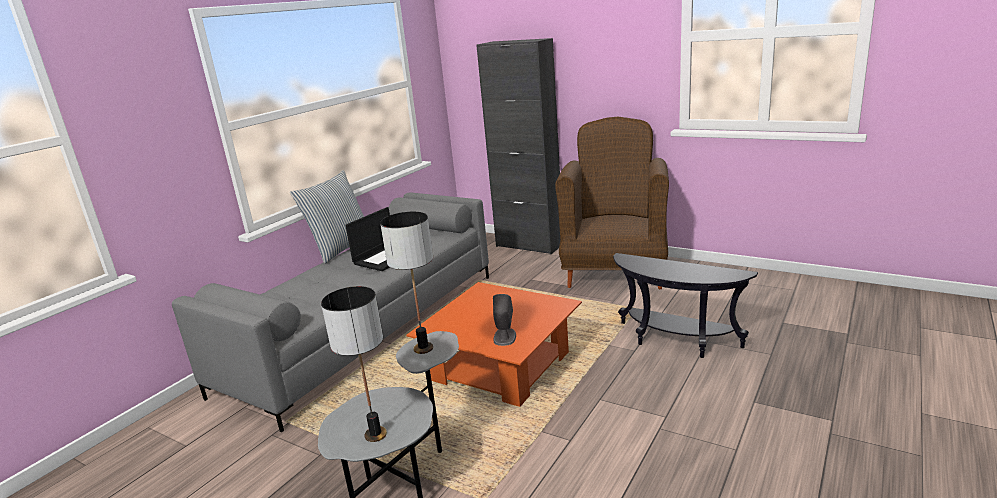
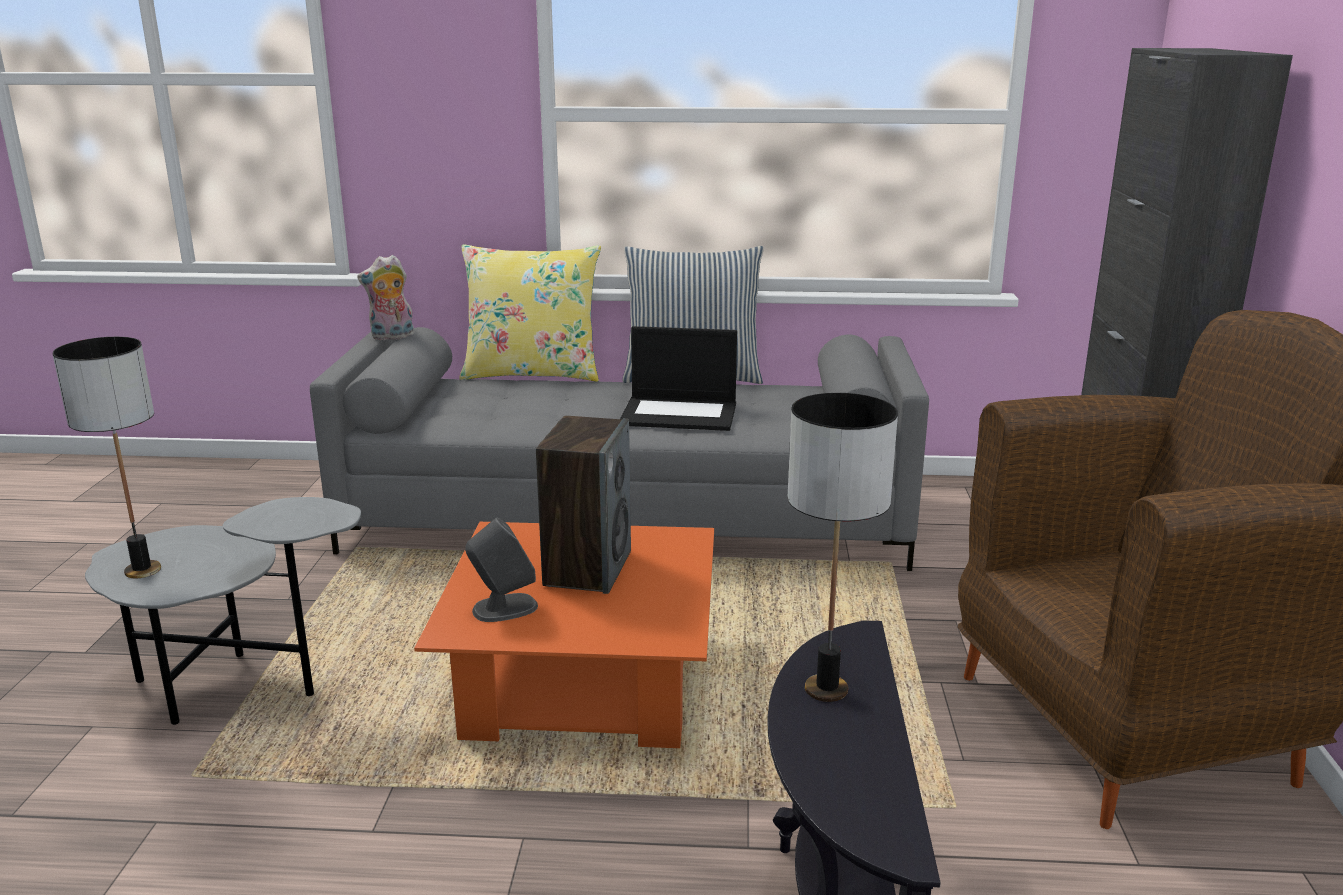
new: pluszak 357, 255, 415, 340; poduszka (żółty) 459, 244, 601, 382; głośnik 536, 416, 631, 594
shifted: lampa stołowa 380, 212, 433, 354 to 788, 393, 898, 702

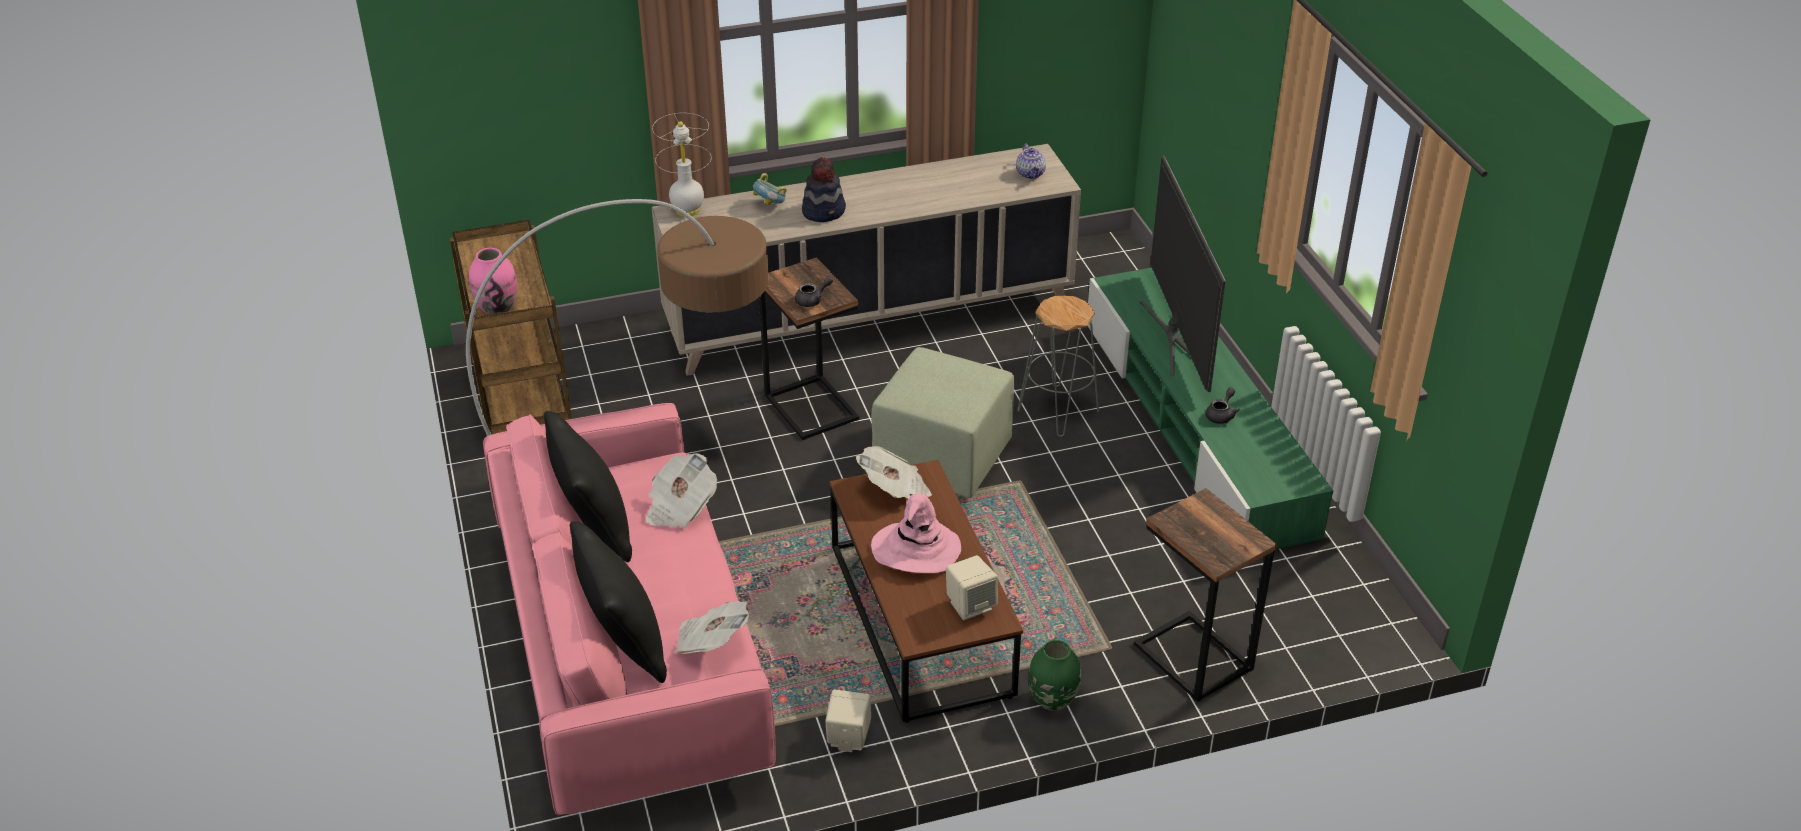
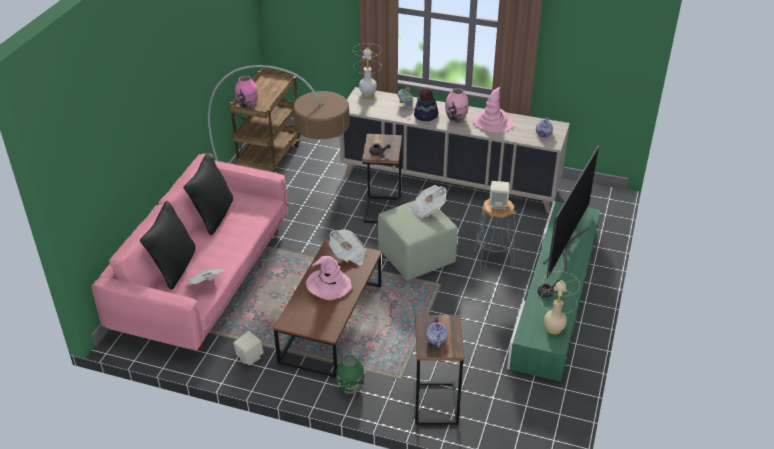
new: imbryk 426, 316, 448, 348; wazon (różowy) 445, 88, 469, 123; kapelusz (różowy) 472, 87, 513, 132; lampa stołowa (beżowy) 540, 271, 580, 334
shifted: gazeta 645, 453, 717, 529 to 408, 185, 447, 218; głośnik (beżowy) 946, 555, 998, 620 to 489, 181, 509, 210

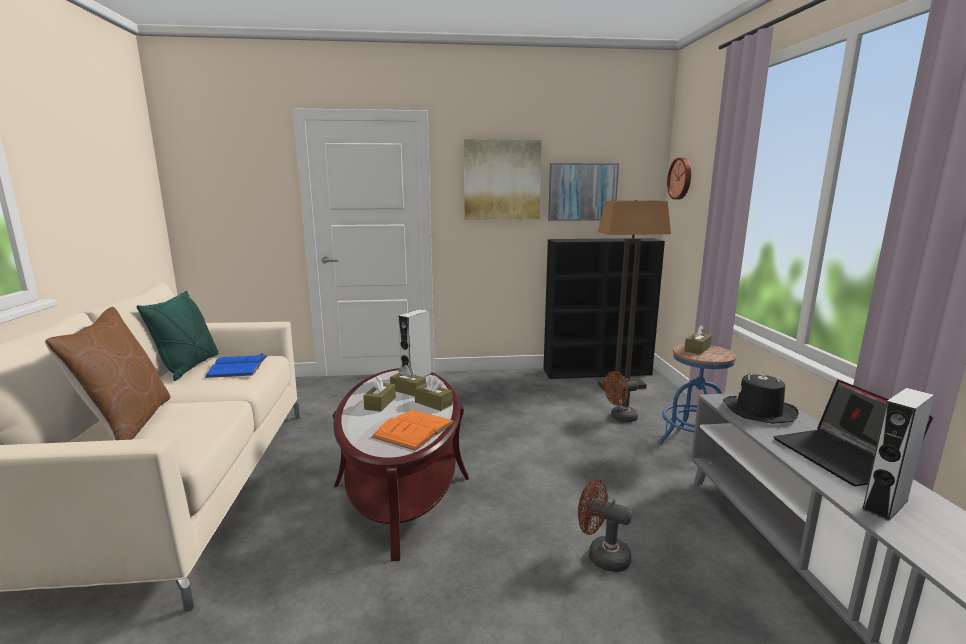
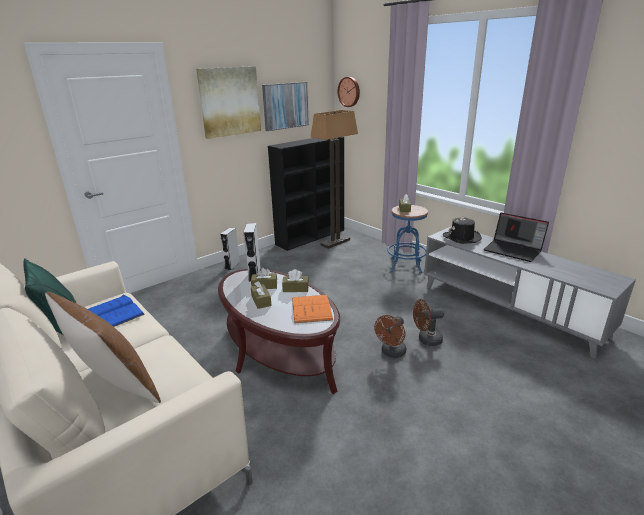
shifted: wentylator (brązowy) 604, 371, 638, 422 to 374, 315, 406, 358; głośnik (szary) 861, 388, 934, 521 to 220, 227, 240, 270

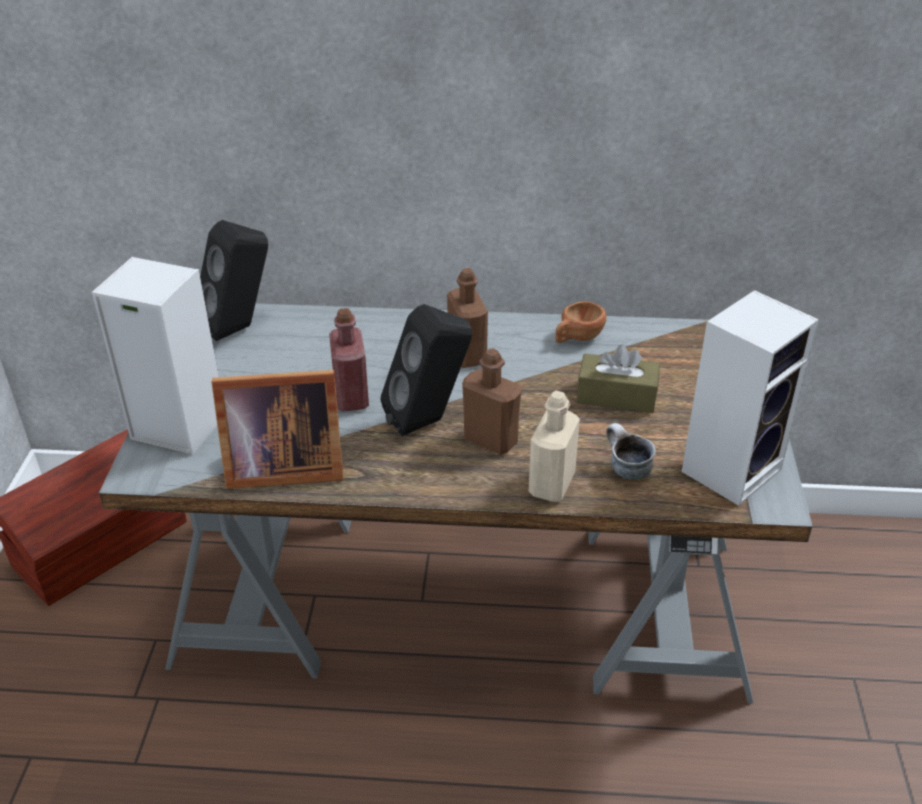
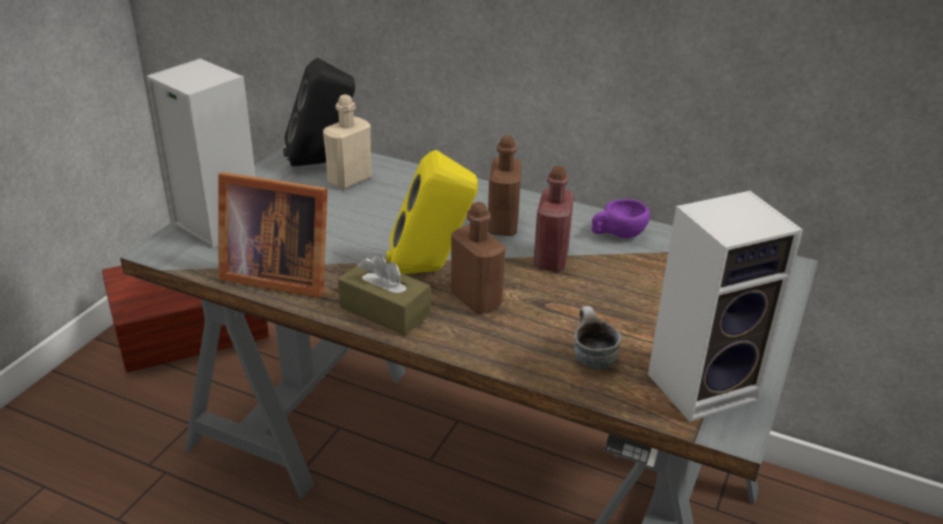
shifted: butelka (czerwony) 329, 308, 369, 411 to 533, 166, 574, 271; butelka (beżowy) 528, 391, 580, 502 to 323, 94, 372, 189; pudełko chusteczek (brązowy) 577, 344, 660, 413 to 338, 253, 431, 336
repainted: głośnik (czarny) 381, 304, 472, 436 to głośnik (żółty) 386, 150, 478, 274; filiżanka (brązowy) 555, 301, 607, 343 to filiżanka (fioletowy) 591, 199, 650, 238

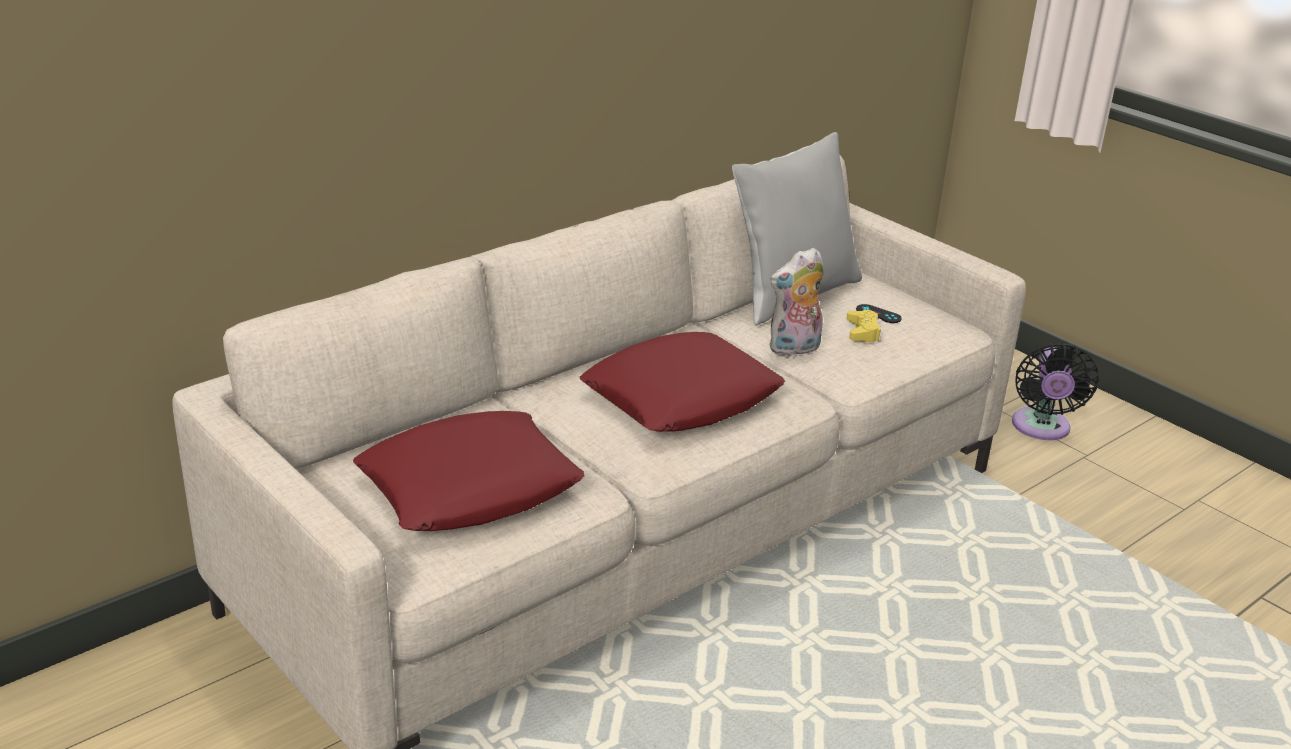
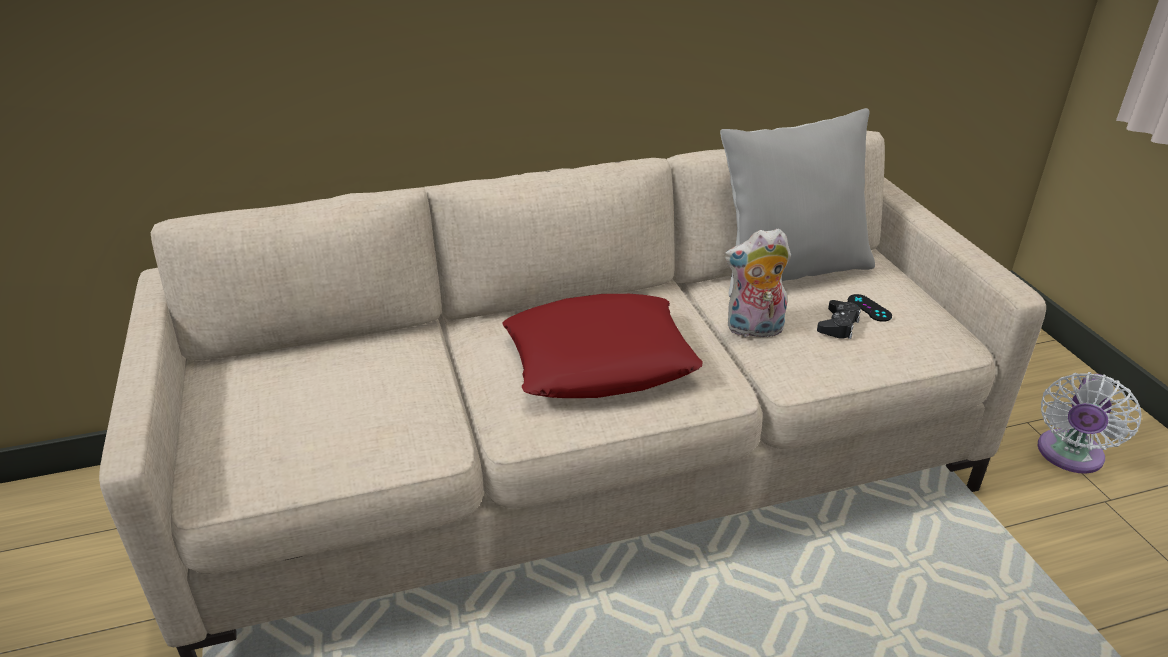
gone: poduszka (czerwony) 353, 411, 585, 531
repainted: pad do gier (żółty) 847, 310, 881, 342 to pad do gier (czarny) 817, 300, 861, 339; wentylator (czarny) 1012, 343, 1098, 440 to wentylator (biały) 1038, 372, 1141, 474

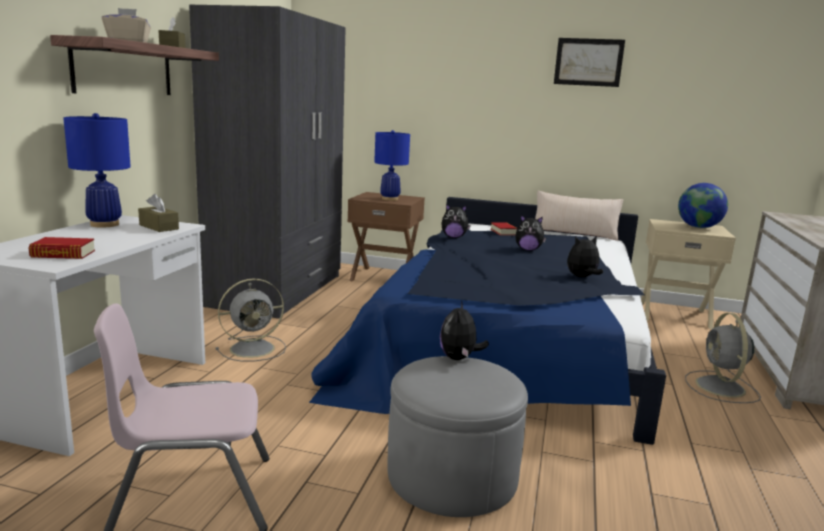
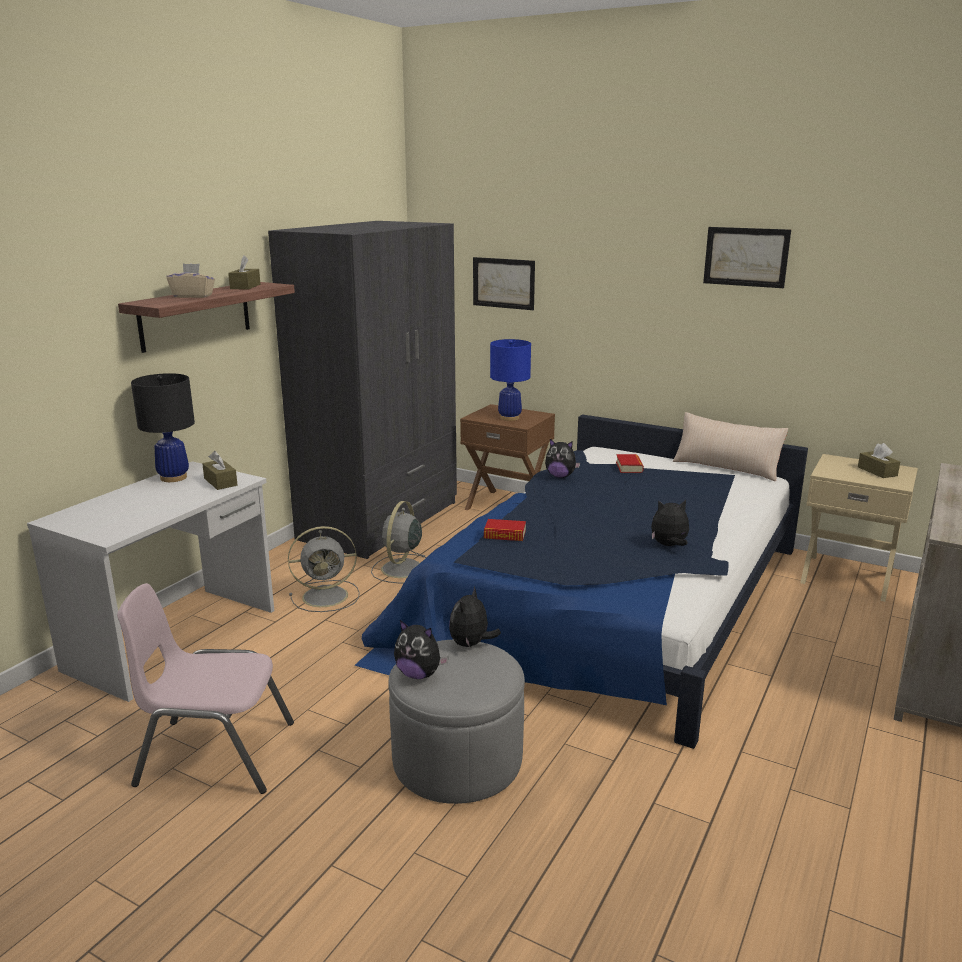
new: obraz 473, 257, 535, 310
shifted: książka 28, 237, 95, 259 to 484, 519, 526, 541; pluszak 515, 215, 546, 251 to 394, 620, 449, 679; wentylator (szary) 685, 313, 761, 403 to 371, 501, 426, 583
swapped: globus 678, 183, 728, 228 to pudełko chusteczek (brązowy) 858, 443, 900, 478
repainted: lampa stołowa (niebieski) 63, 113, 131, 228 to lampa stołowa (czarny) 131, 373, 195, 482

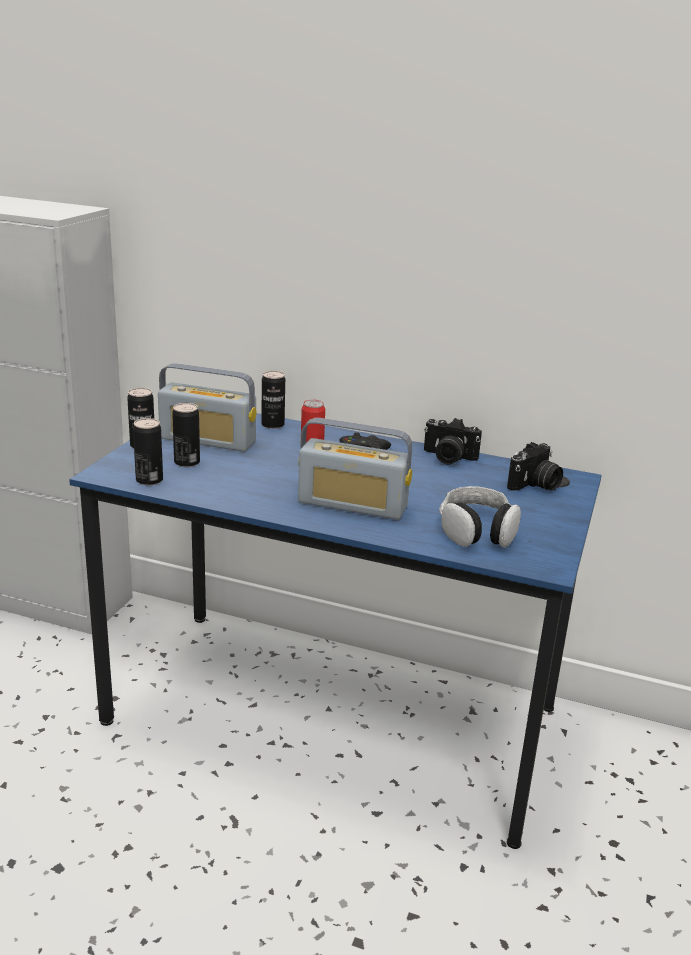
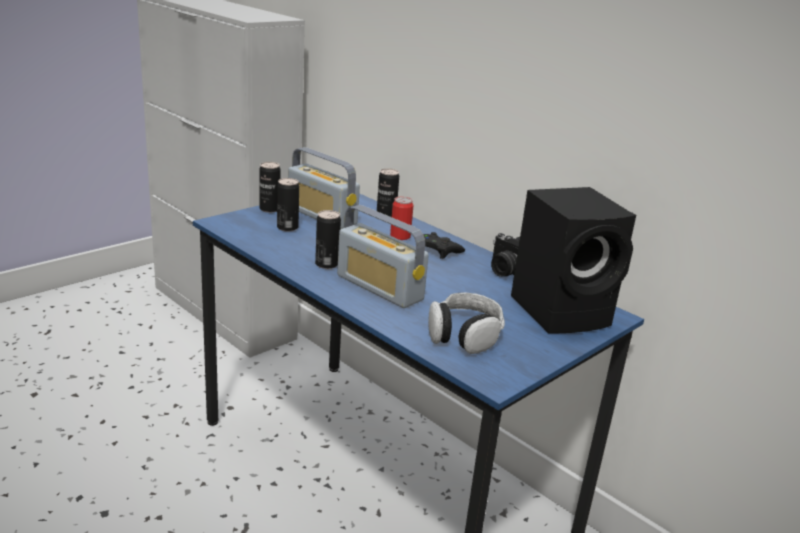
shifted: puszka 133, 418, 163, 485 to 315, 210, 341, 269
swapped: aparat fotograficzny 507, 442, 563, 491 to głośnik (czarny) 511, 187, 636, 333

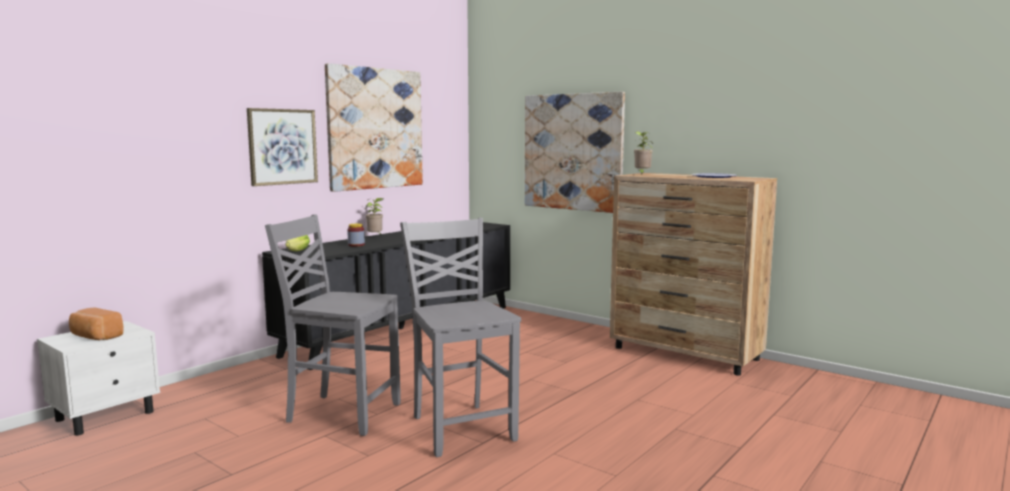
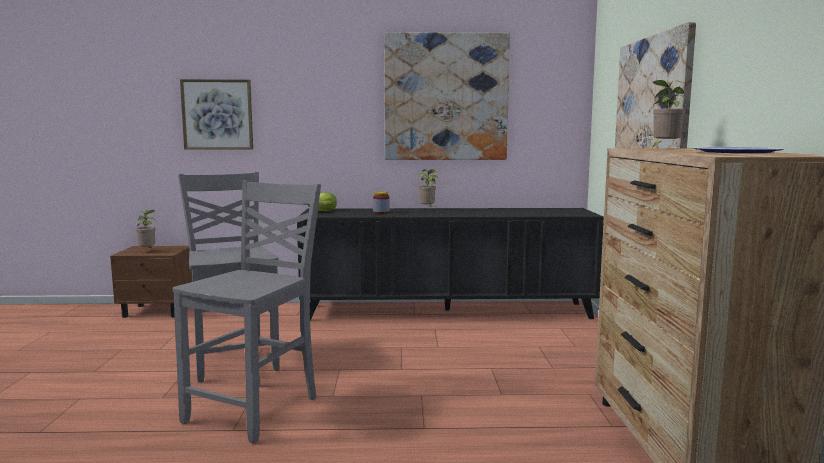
shifted: obraz 247, 108, 318, 186 to 180, 79, 253, 150
swapped: chleb 69, 307, 123, 340 to roślina doniczkowa 136, 210, 155, 249
repainted: szafka nocna (biały) 37, 321, 160, 436 to szafka nocna (brązowy) 110, 246, 192, 318

